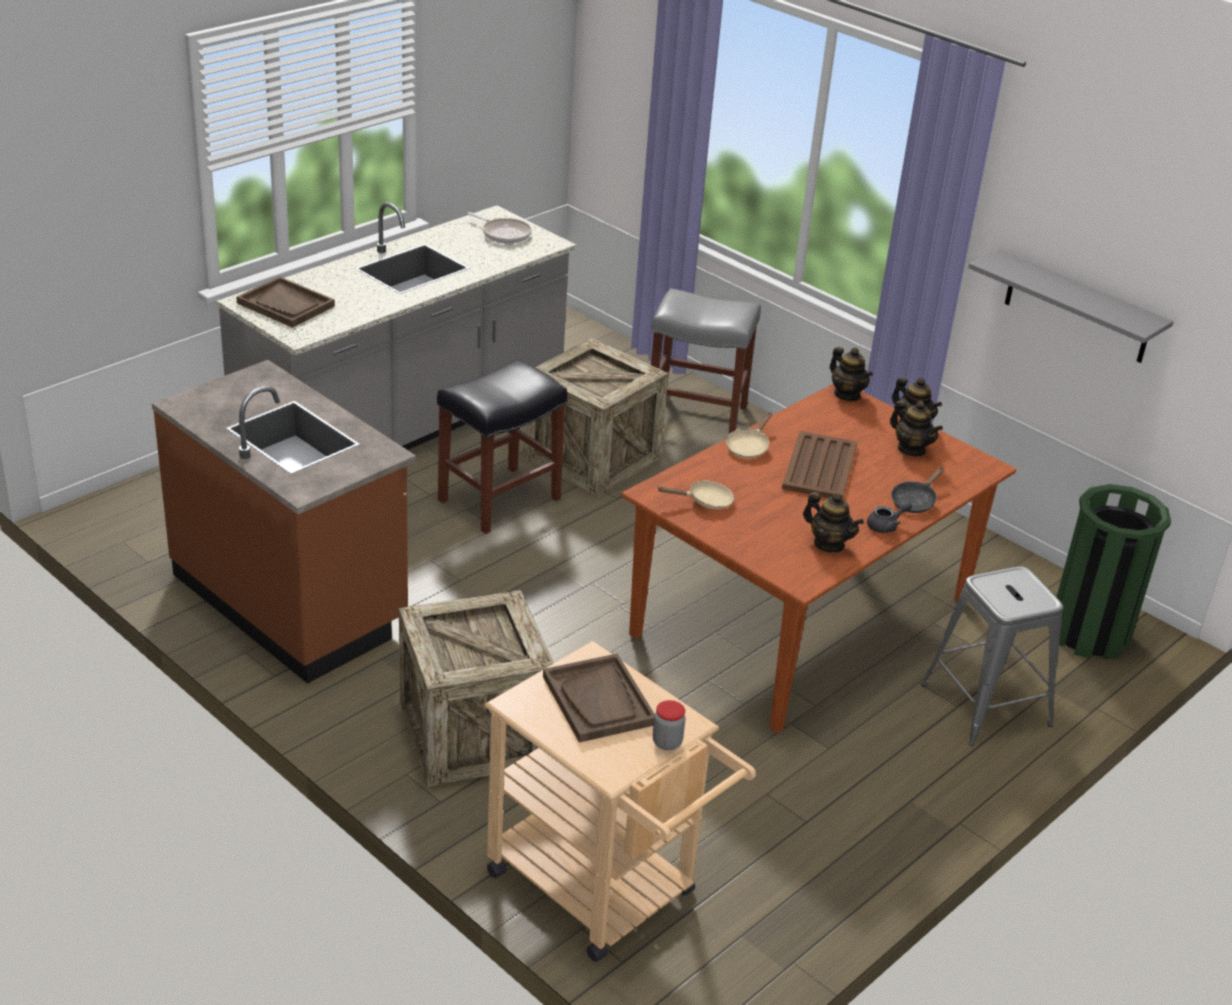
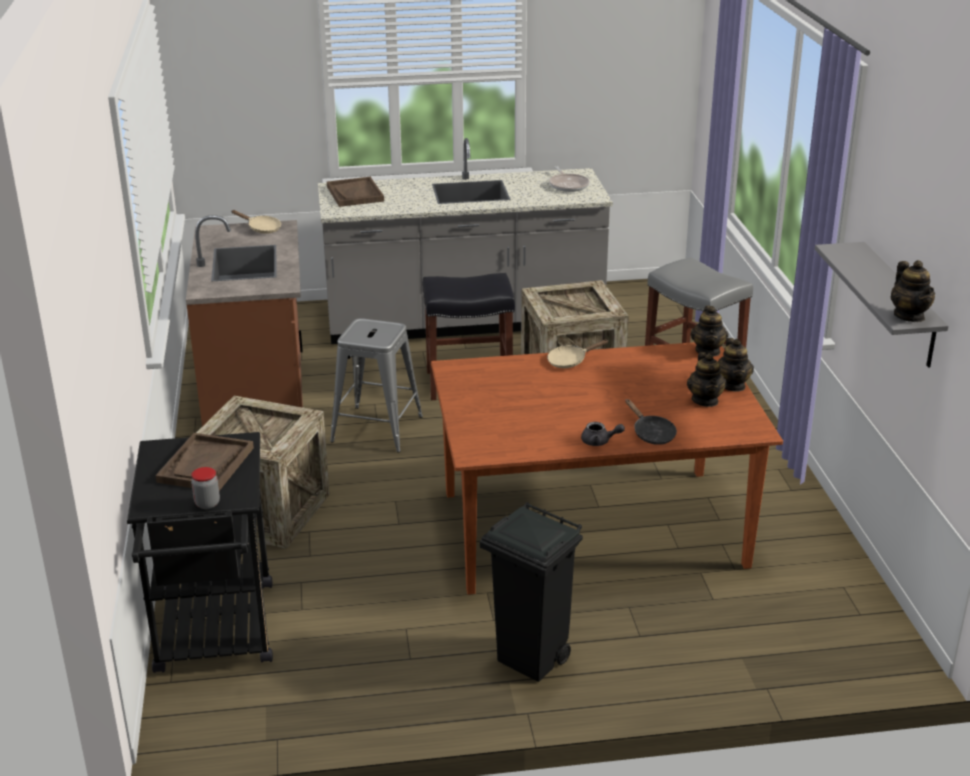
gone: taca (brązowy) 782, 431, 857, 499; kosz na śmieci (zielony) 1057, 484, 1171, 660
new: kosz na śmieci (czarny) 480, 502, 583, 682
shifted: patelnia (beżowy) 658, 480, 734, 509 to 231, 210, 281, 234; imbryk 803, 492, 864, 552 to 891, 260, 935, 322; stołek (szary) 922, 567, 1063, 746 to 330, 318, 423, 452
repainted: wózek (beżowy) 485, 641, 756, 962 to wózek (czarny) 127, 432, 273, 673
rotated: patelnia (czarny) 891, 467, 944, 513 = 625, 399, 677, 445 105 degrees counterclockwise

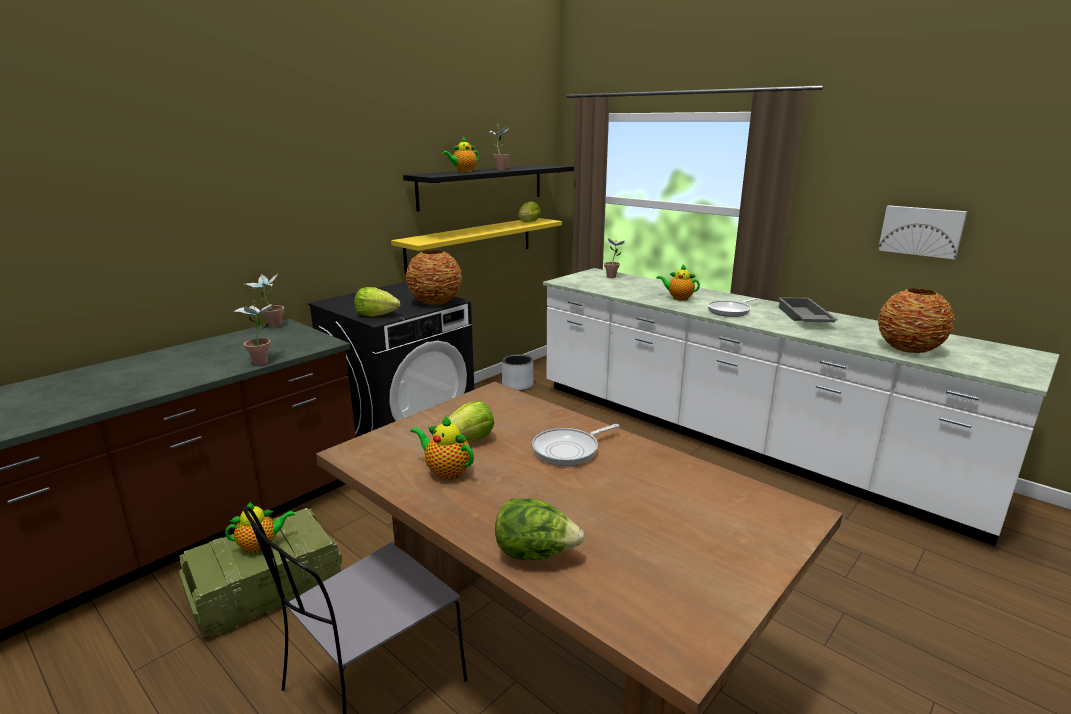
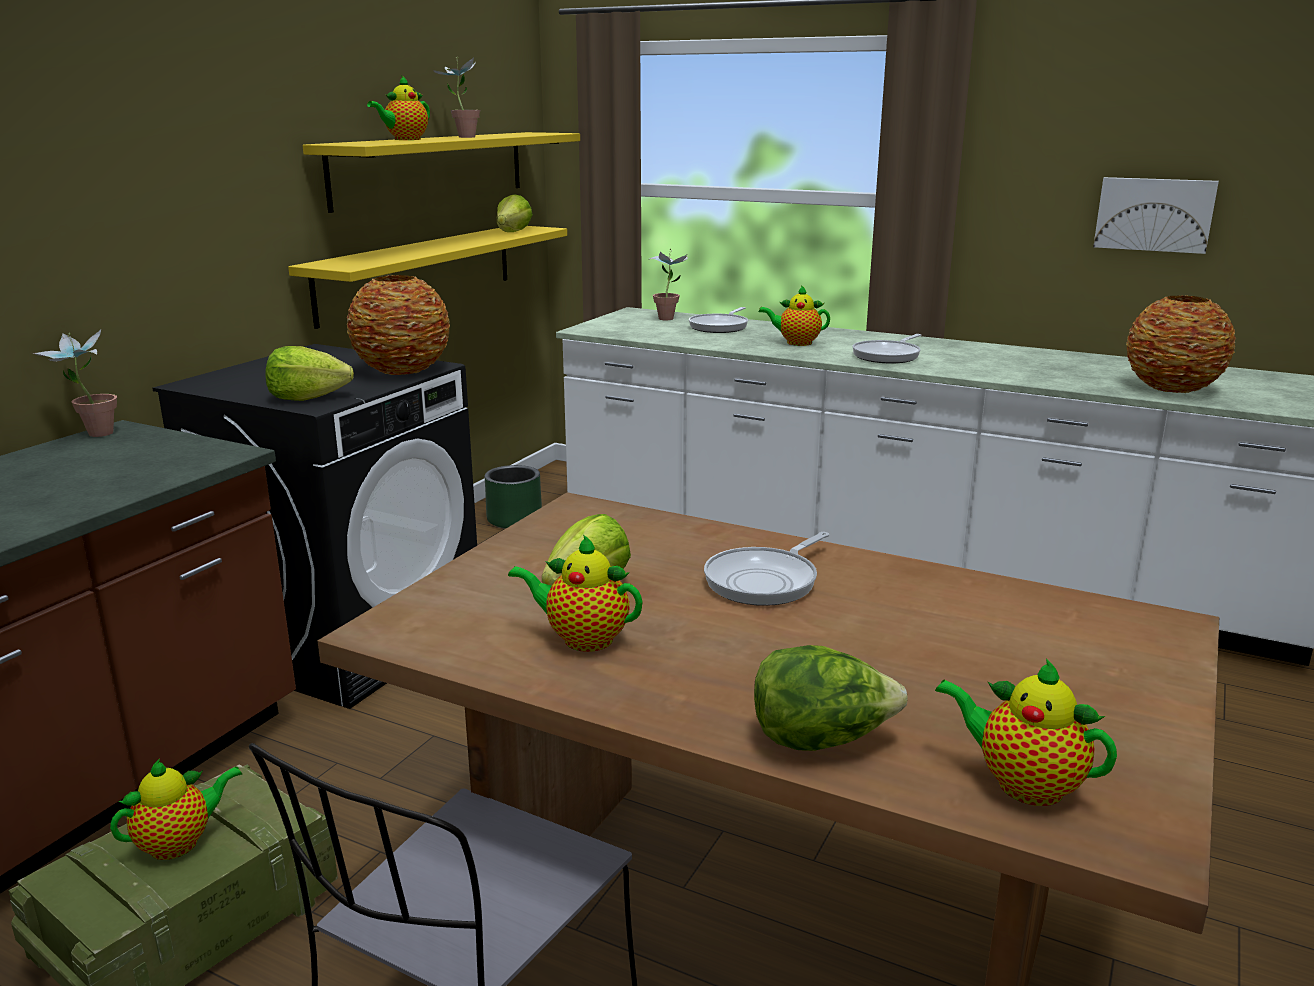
gone: roślina doniczkowa 234, 300, 272, 365; taca (szary) 778, 297, 838, 322
new: patelnia 689, 307, 748, 333; imbryk 935, 658, 1117, 806
repainted: półka (czarny) 403, 165, 574, 212 to półka (żółty) 303, 132, 580, 213; donica (szary) 502, 354, 534, 391 to donica (zielony) 485, 465, 542, 528

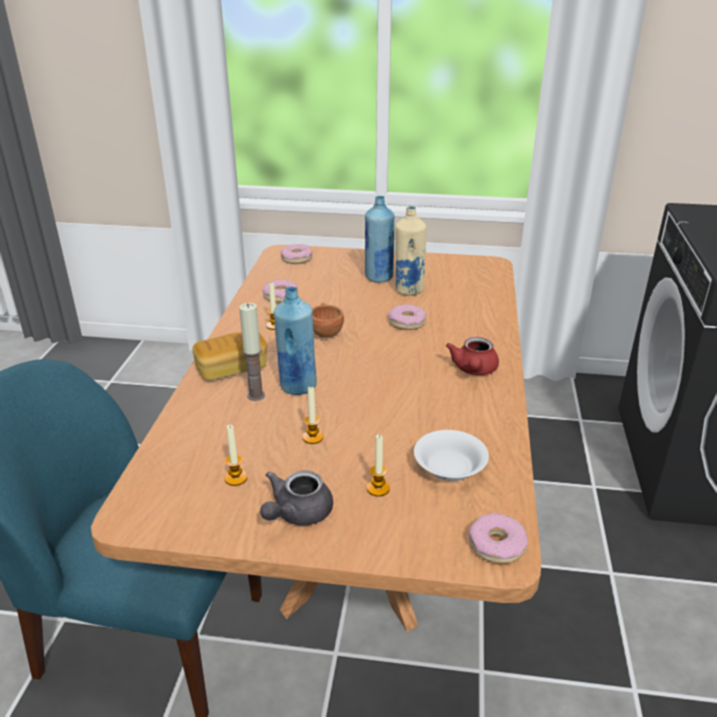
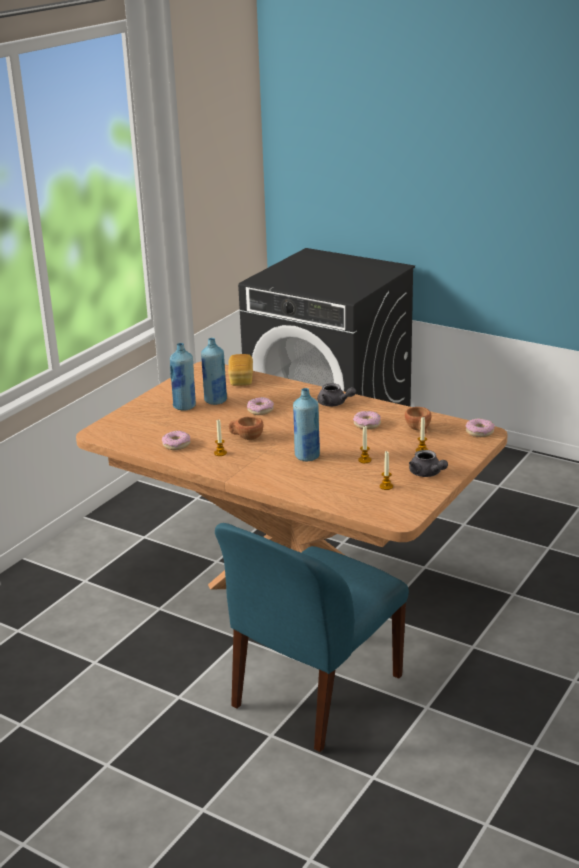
gone: świeca 239, 303, 265, 401
shifted: chleb 192, 332, 267, 381 to 228, 354, 253, 386; donut 281, 244, 313, 264 to 353, 411, 381, 429
swapped: miska (biały) 414, 430, 489, 481 to filiżanka (brązowy) 405, 407, 431, 434
repainted: butelka (beżowy) 395, 206, 426, 296 to butelka (niebieski) 201, 338, 227, 405; imbryk (czerwony) 446, 337, 499, 375 to imbryk (szary) 317, 383, 356, 406

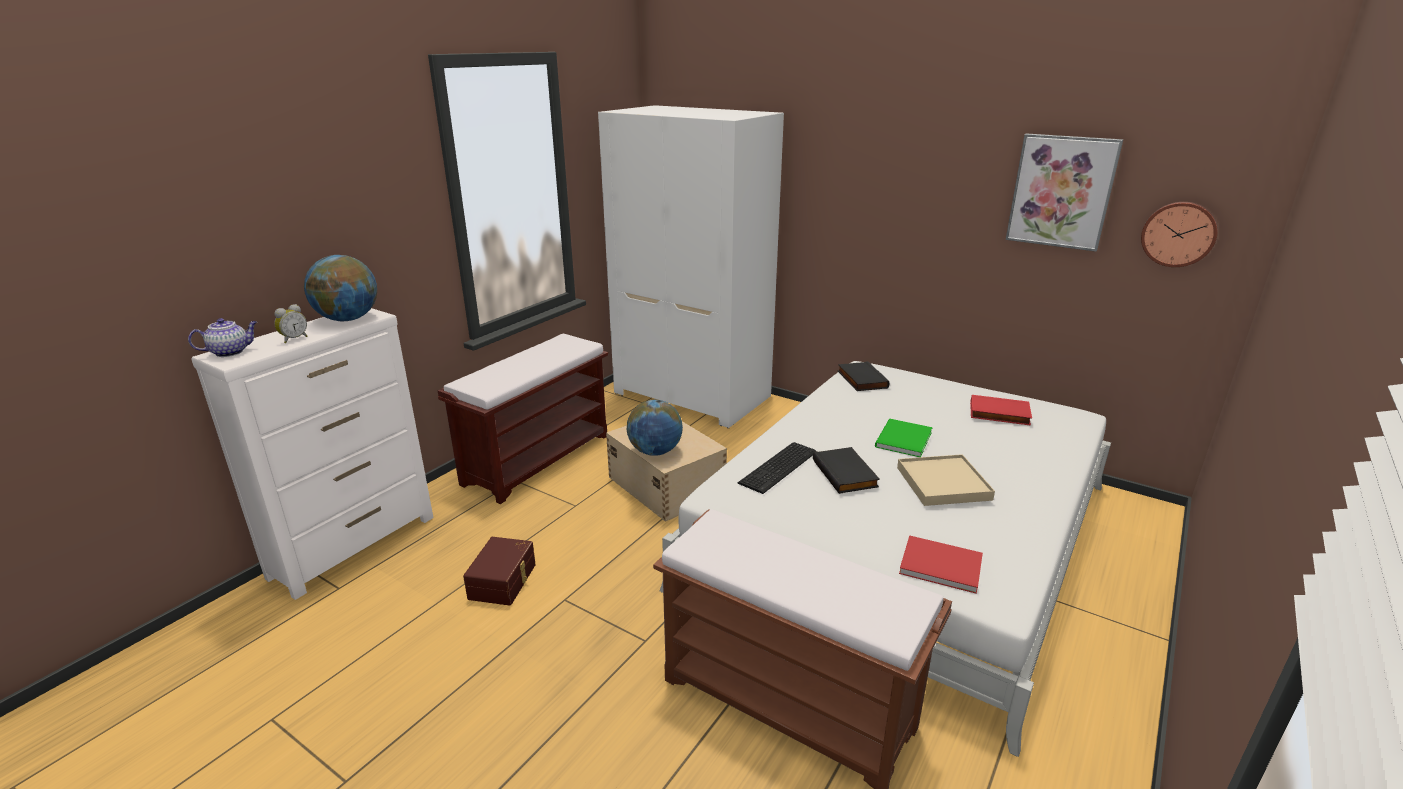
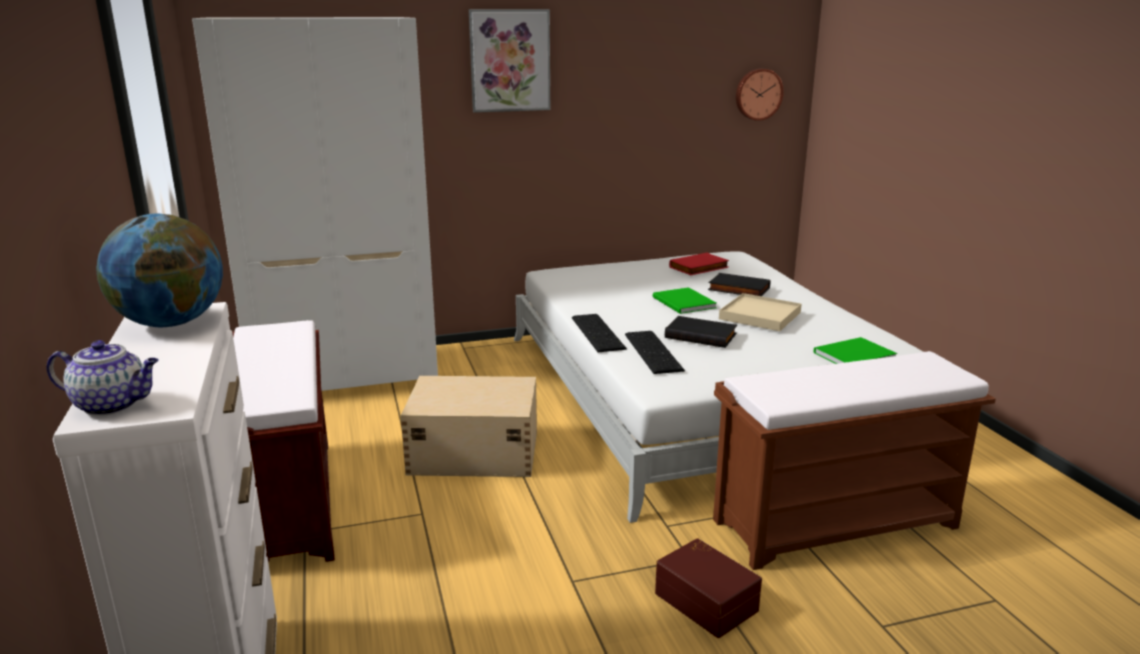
gone: budzik 274, 304, 307, 343; globus 627, 400, 683, 456
new: klawiatura 572, 314, 627, 352
shifted: pojemnik do przechowywania (brązowy) 463, 537, 536, 606 to 655, 538, 762, 638; książka (czarny) 838, 361, 889, 391 to 708, 273, 771, 296; obraz 1006, 133, 1124, 252 to 469, 9, 550, 113
repainted: książka (czerwony) 899, 535, 983, 594 to książka (zielony) 813, 337, 897, 364
rotated: imbryk 188, 318, 257, 357 = 46, 340, 159, 416 90 degrees clockwise

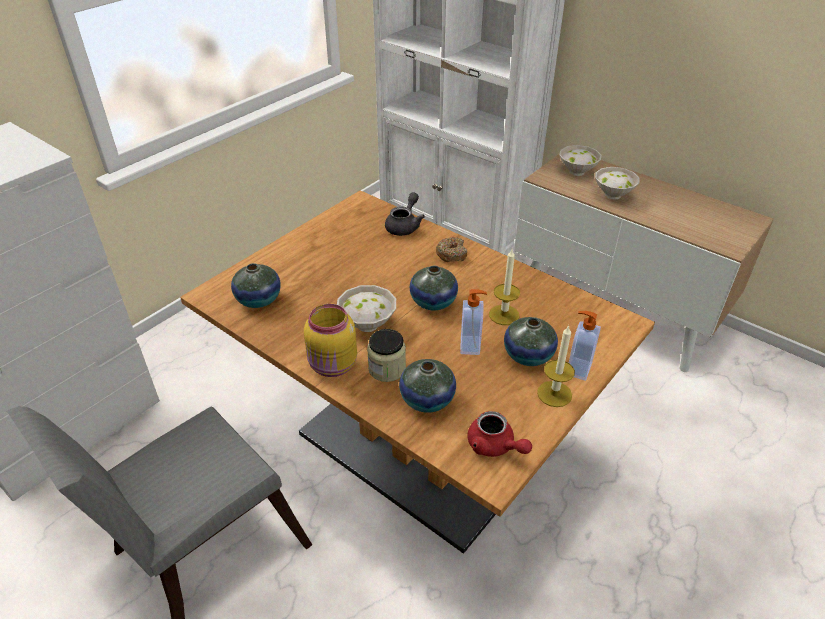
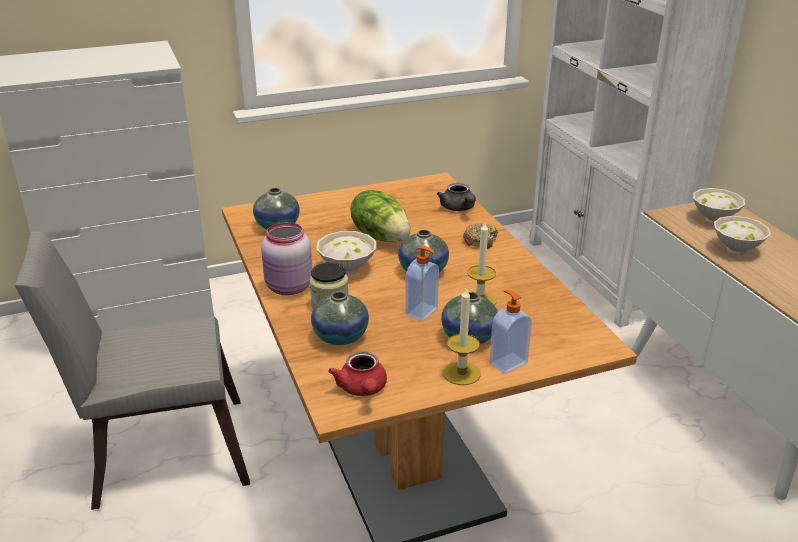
new: sałata 351, 190, 411, 242
repainted: słoik (żółty) 304, 304, 357, 377 to słoik (różowy) 261, 222, 312, 295
rotated: imbryk (szary) 385, 192, 425, 236 = 437, 183, 476, 211 105 degrees clockwise

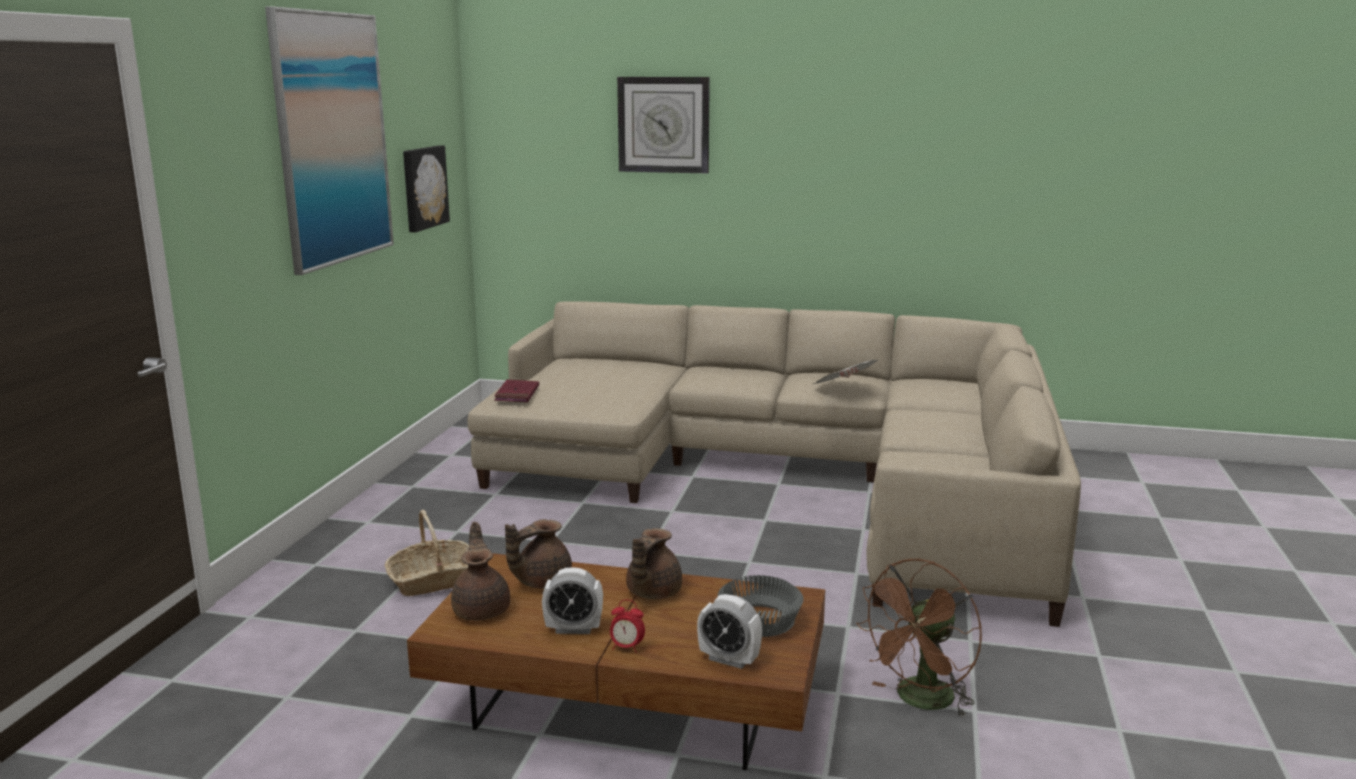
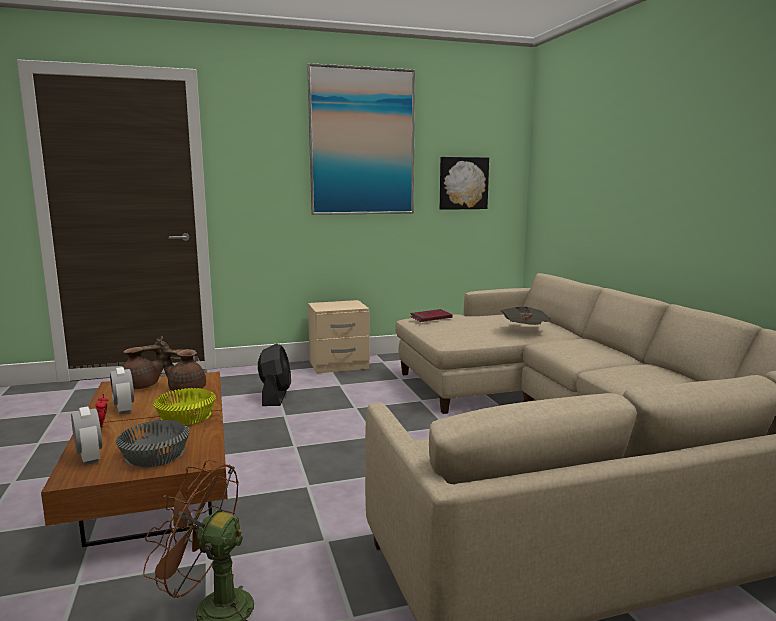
gone: zegar ścienny 617, 77, 710, 174
new: szafka nocna (beżowy) 308, 300, 370, 373
shifted: gazeta 813, 360, 878, 384 to 501, 307, 550, 325
swapped: koszyk 384, 510, 469, 596 to wentylator (czarny) 258, 344, 291, 406; imbryk (brązowy) 626, 528, 682, 599 to miska (żółty) 153, 388, 216, 425
rotated: budzik 697, 594, 762, 669 = 71, 406, 102, 465 150 degrees clockwise

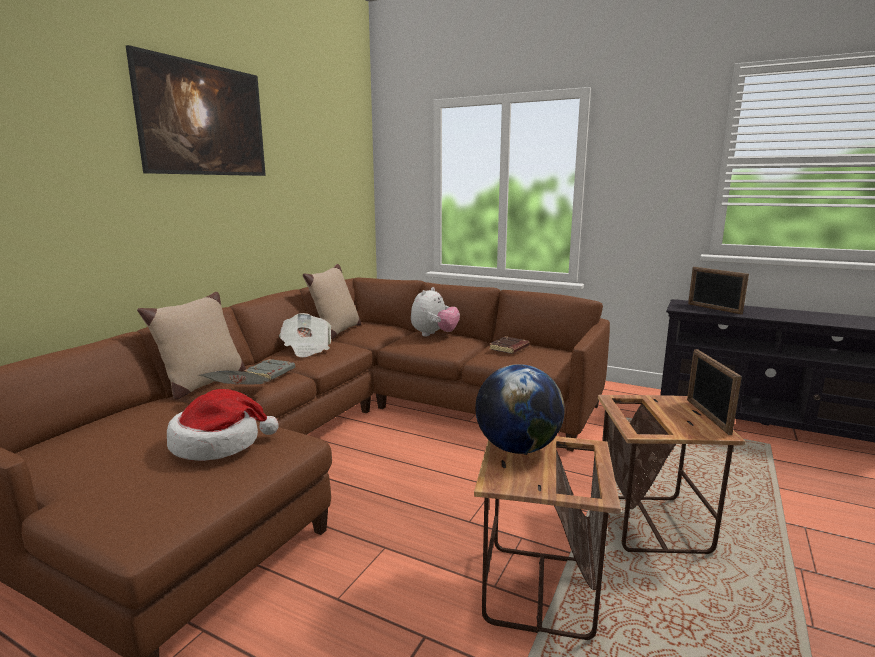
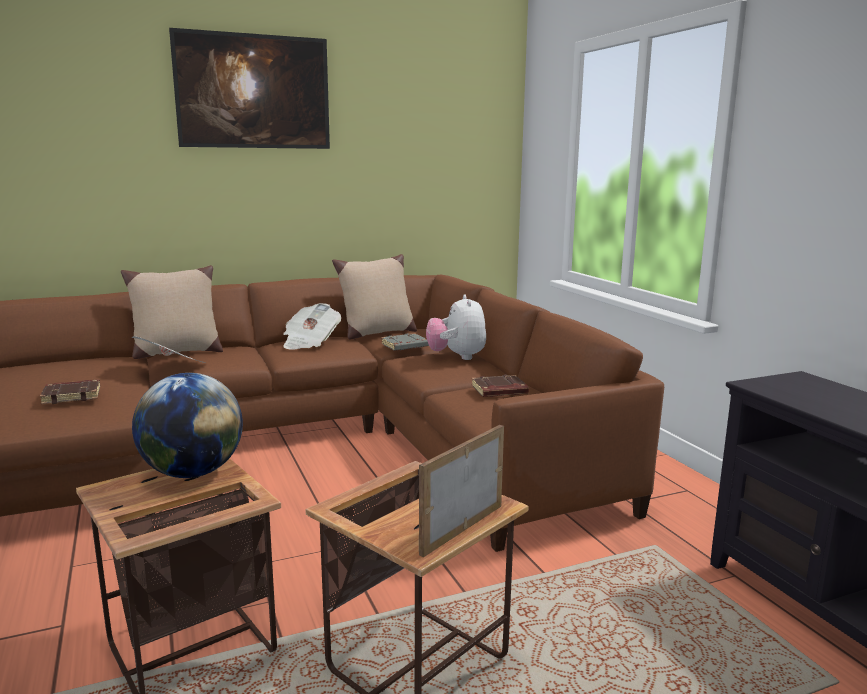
gone: ramka na zdjęcie 688, 267, 749, 315
shifted: książka (szary) 244, 359, 295, 381 to 381, 333, 429, 351
swapped: kapelusz 167, 389, 279, 461 to książka (brązowy) 40, 379, 100, 404
rotated: pluszak 411, 287, 460, 337 = 426, 295, 486, 360 105 degrees clockwise

